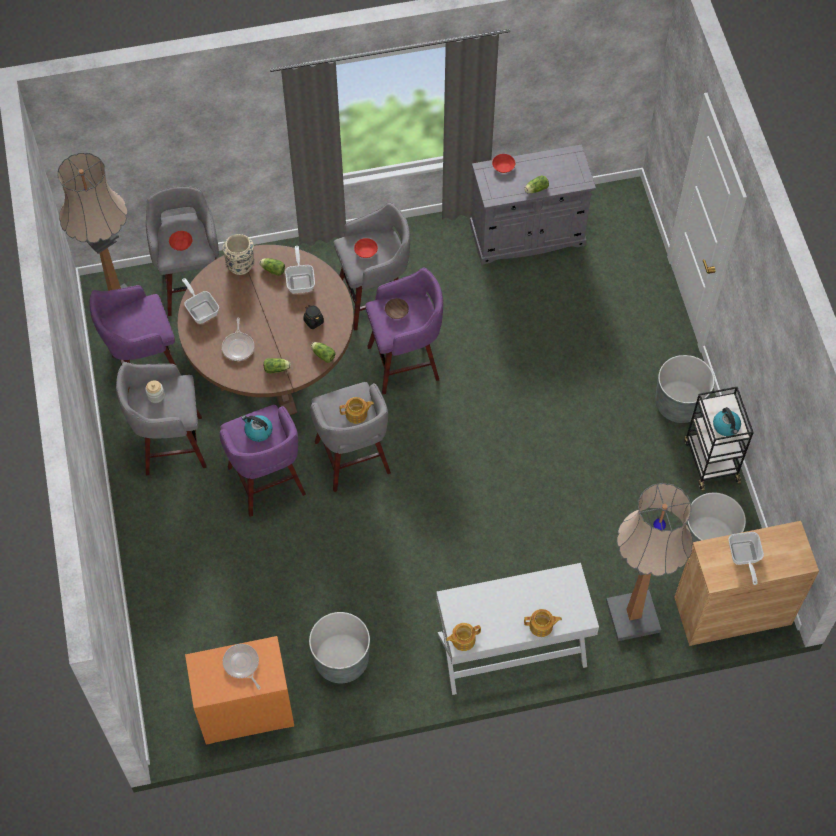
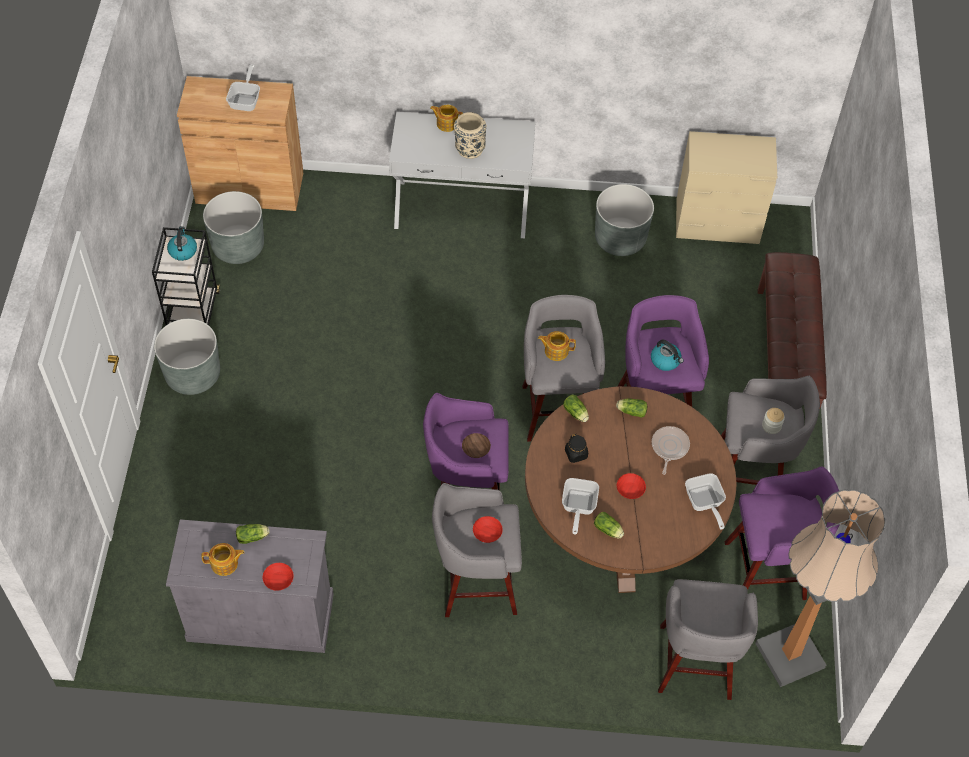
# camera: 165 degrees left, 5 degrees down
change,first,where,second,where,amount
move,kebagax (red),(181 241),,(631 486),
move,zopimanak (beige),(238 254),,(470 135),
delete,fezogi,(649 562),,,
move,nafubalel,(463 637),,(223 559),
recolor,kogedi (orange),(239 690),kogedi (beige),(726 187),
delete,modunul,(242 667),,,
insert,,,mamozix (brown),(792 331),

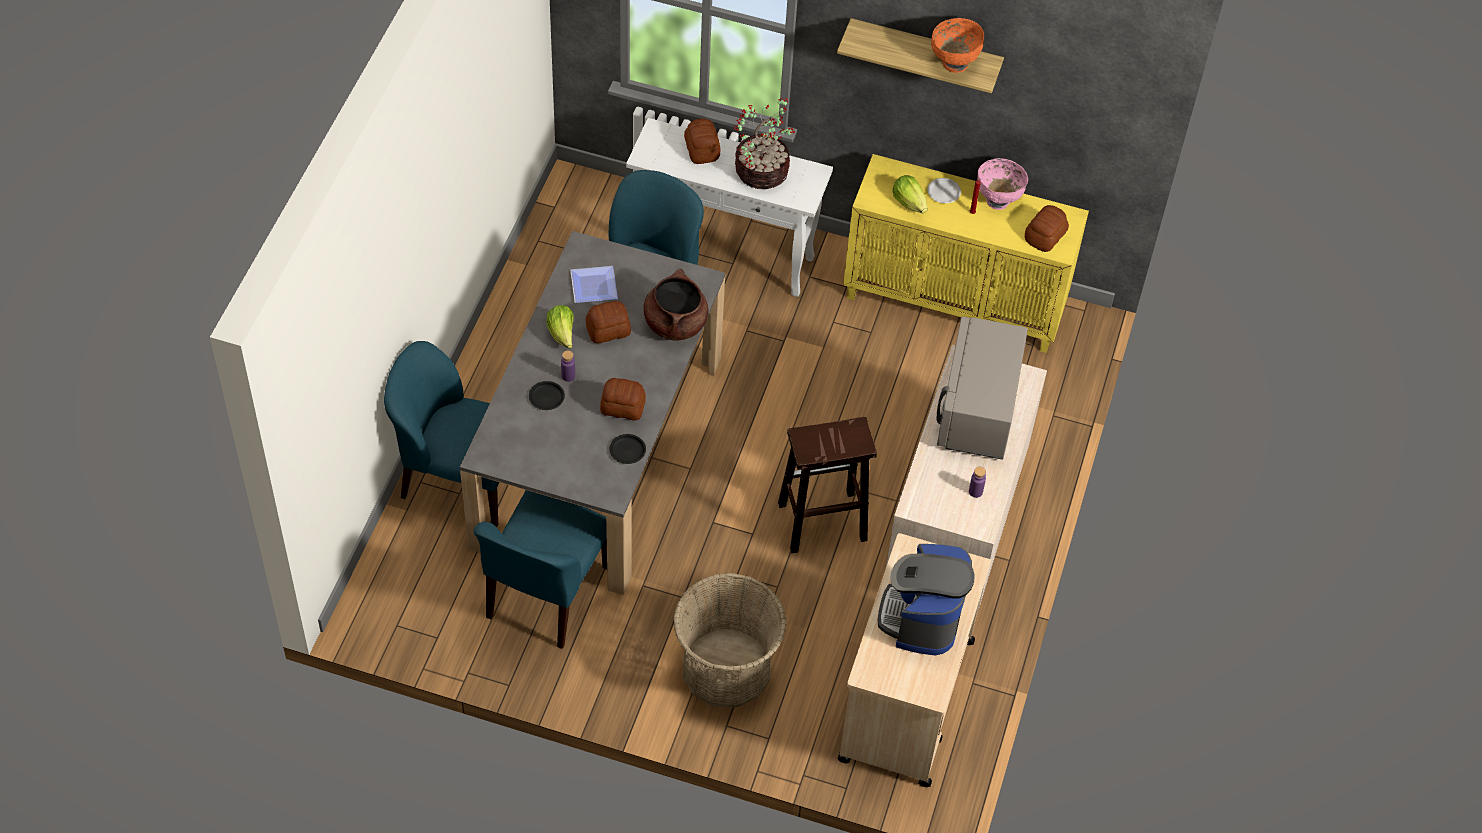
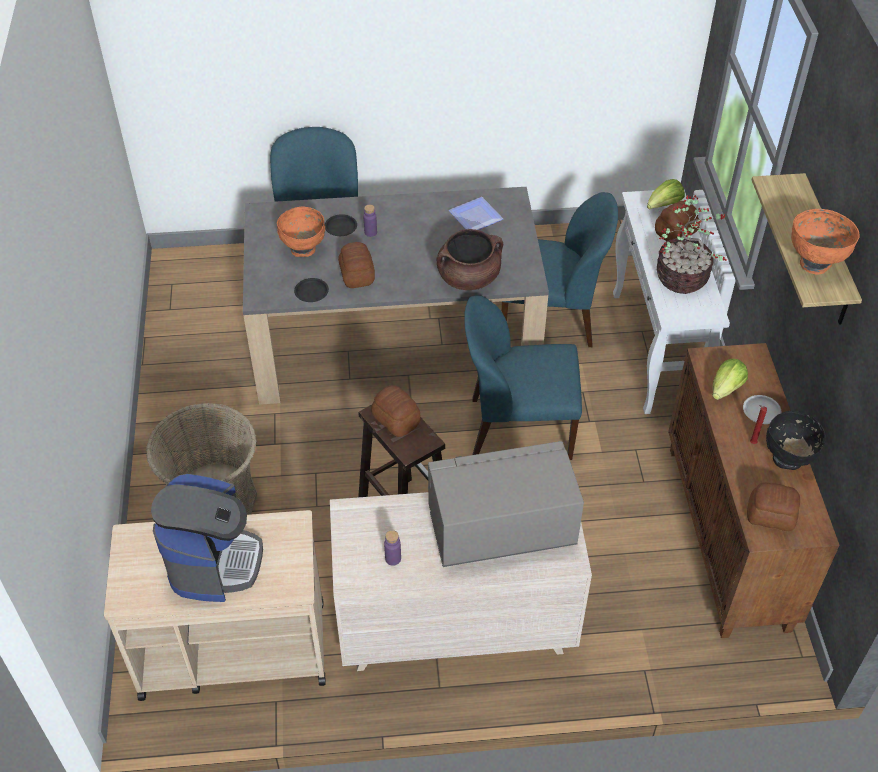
# camera: 70 degrees right, 5 degrees down
change,first,where,second,where,amount
recolor,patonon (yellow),(966 253),patonon (brown),(754 490),
recolor,kebagax (pink),(1002 184),kebagax (black),(795 440),
move,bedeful,(608 322),,(396 411),
move,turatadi,(560 327),,(666 194),
move,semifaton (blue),(540 569),,(523 377),
rotate,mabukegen,(926 599),,(207 538),105 degrees clockwise
insert,,,kebagax (orange),(301 232),

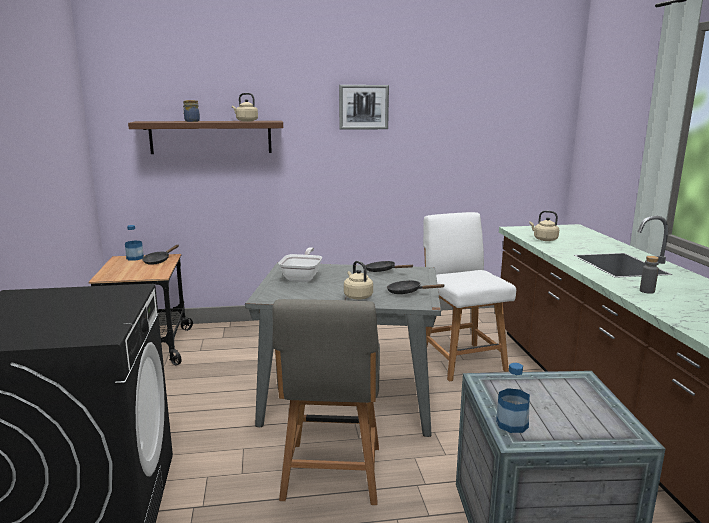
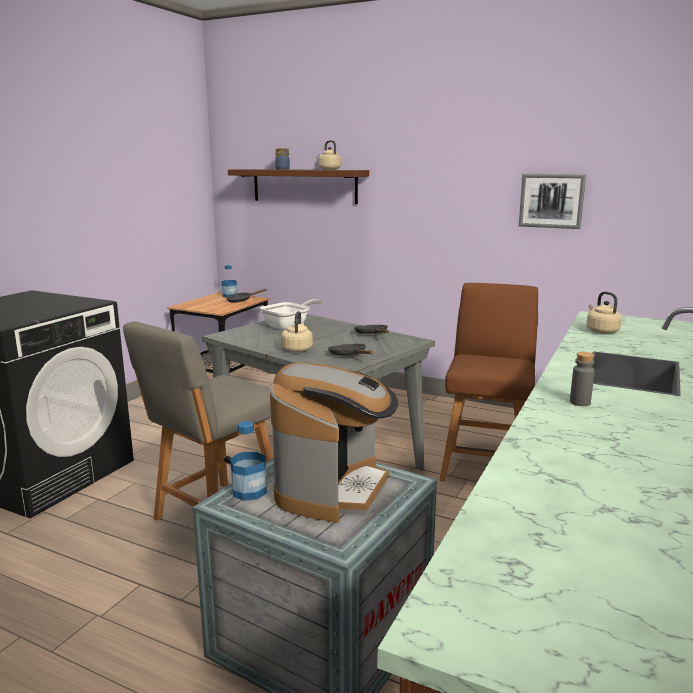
# camera: 35 degrees right, 0 degrees up
change,first,where,second,where,amount
move,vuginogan,(364 107),,(552 201),
recolor,semifaton (white),(469 296),semifaton (brown),(489 382),
insert,,,mabukegen,(334 443),

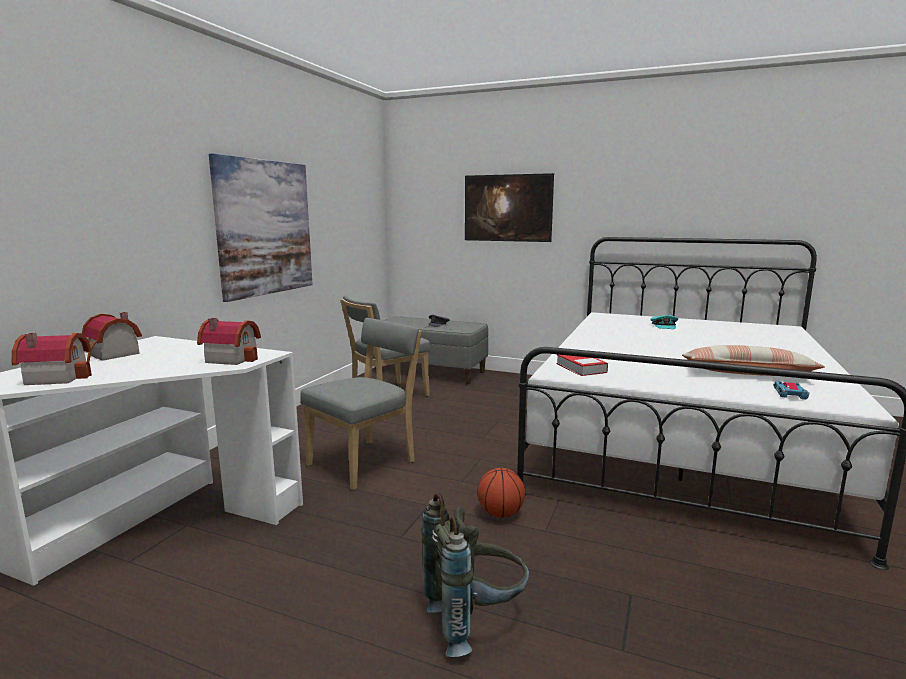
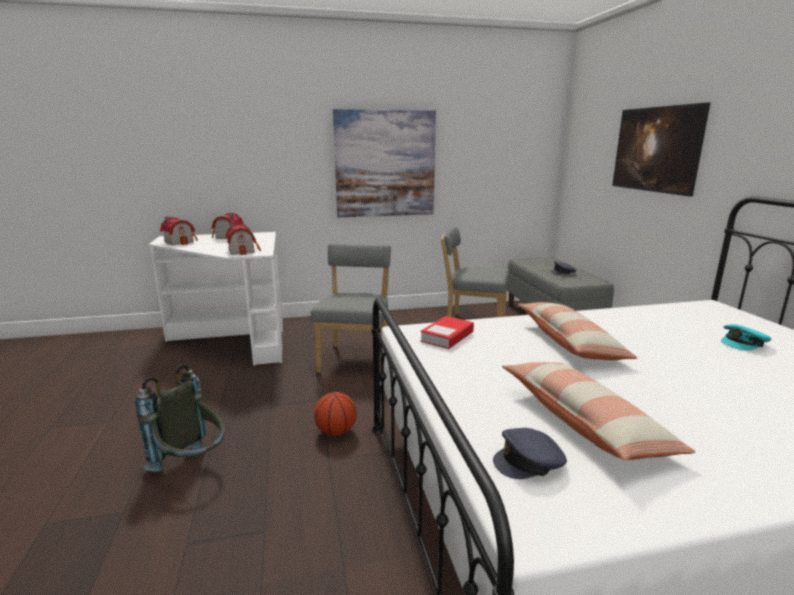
# camera: 55 degrees right, 5 degrees up
change,first,where,second,where,amount
rotate,semifaton (grey),(361 404),,(351 308),90 degrees counterclockwise
replace,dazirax,(791 390),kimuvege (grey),(530 453),
insert,,,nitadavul,(577 331),

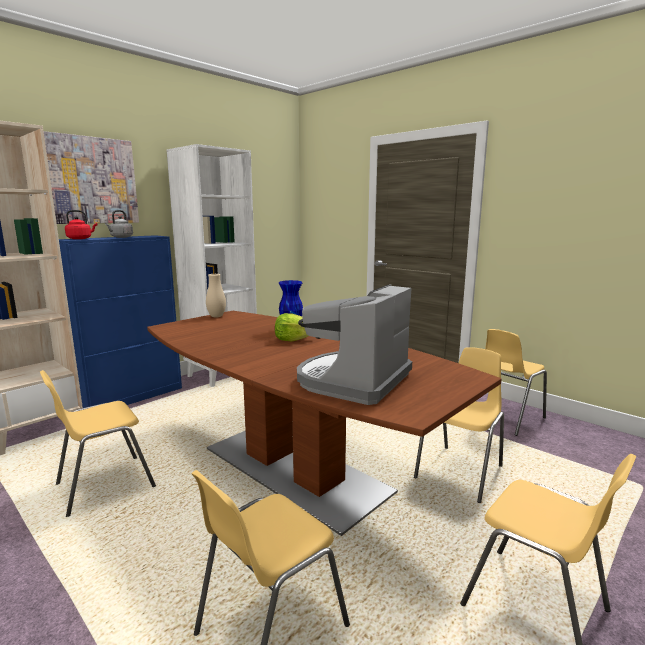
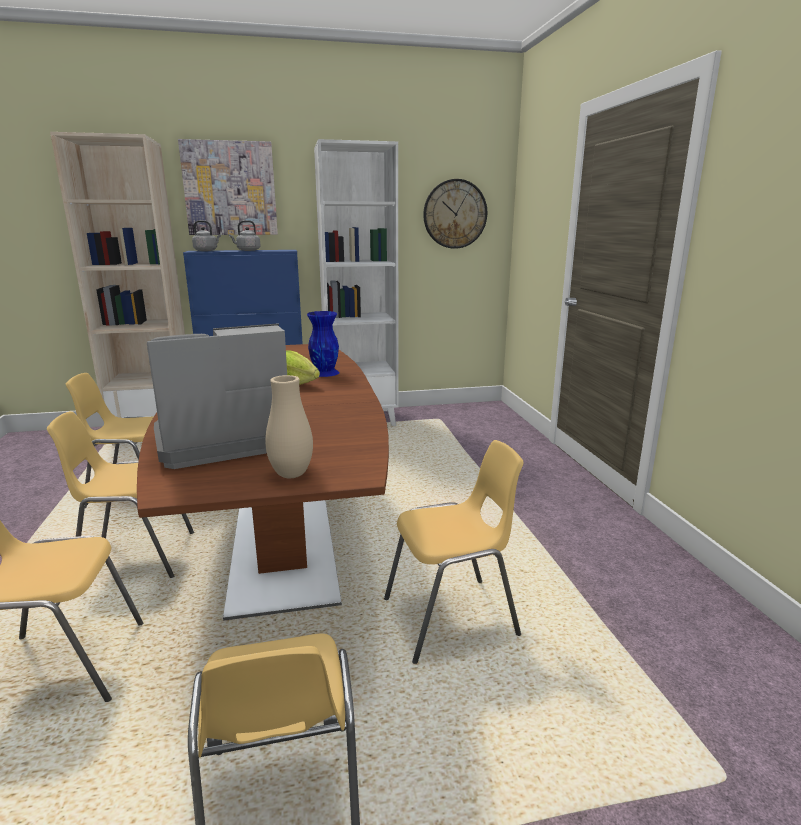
# camera: 35 degrees right, 5 degrees up
change,first,where,second,where,amount
recolor,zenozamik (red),(81 224),zenozamik (grey),(206 235),
move,zopimanak (beige),(216 295),,(289 426),
move,semifaton (yellow),(511 382),,(120 494),
insert,,,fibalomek,(455 214),

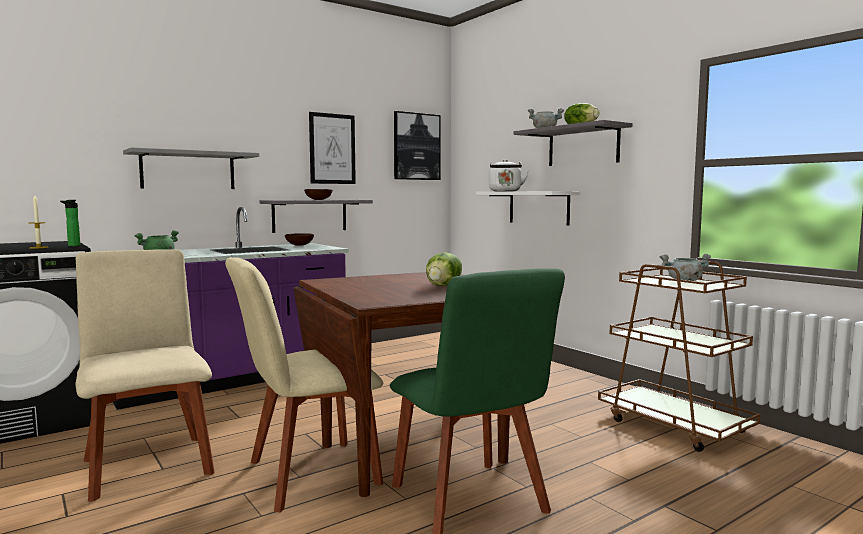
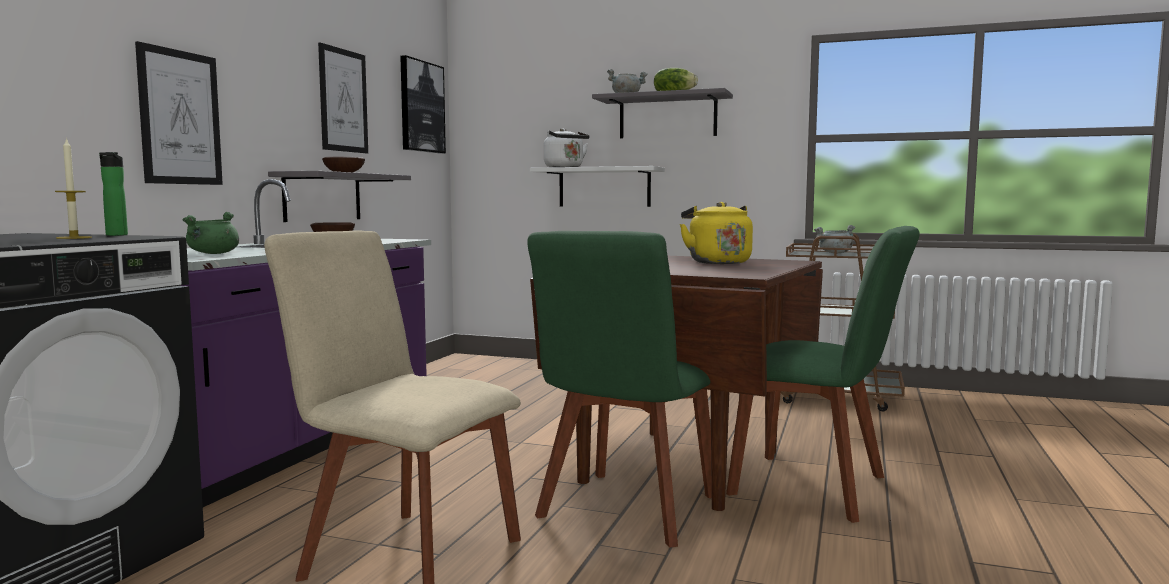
# camera: 35 degrees left, 0 degrees up
change,first,where,second,where,amount
replace,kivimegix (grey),(191 168),vuginogan,(179 113),
replace,turatadi,(444 269),zenozamik (yellow),(716 233),
recolor,semifaton (beige),(304 385),semifaton (green),(619 389),

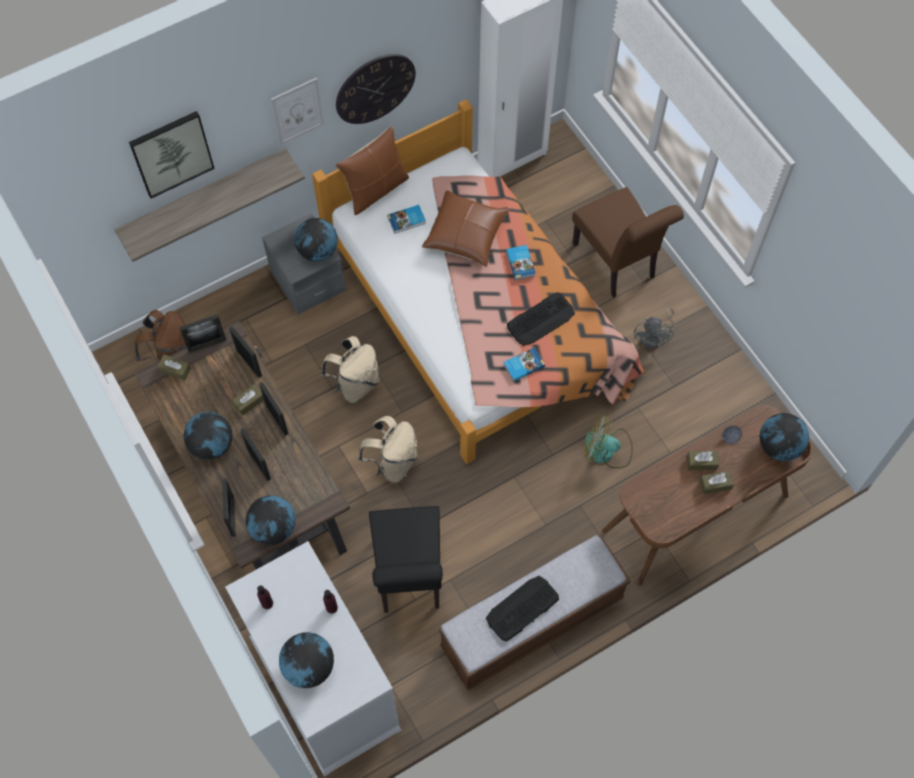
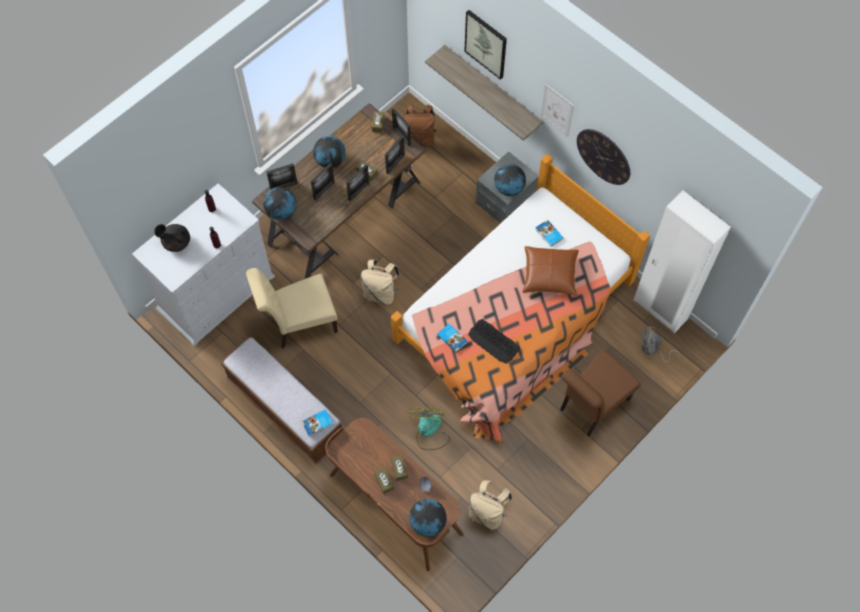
# camera: 75 degrees right, 0 degrees up
change,first,where,second,where,amount
delete,nitadavul (brown),(372 170),,,
move,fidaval,(521 262),,(317 423),
move,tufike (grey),(654 328),,(660 344),
move,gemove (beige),(350 369),,(491 505),
recolor,semifaton (black),(406 559),semifaton (beige),(292 308),
delete,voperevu,(522 609),,,
replace,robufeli,(306 660),nafubalel (black),(172 238),

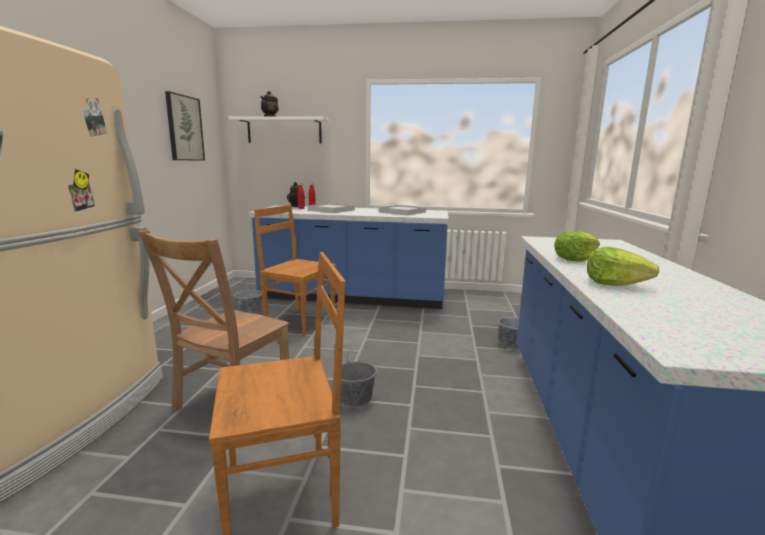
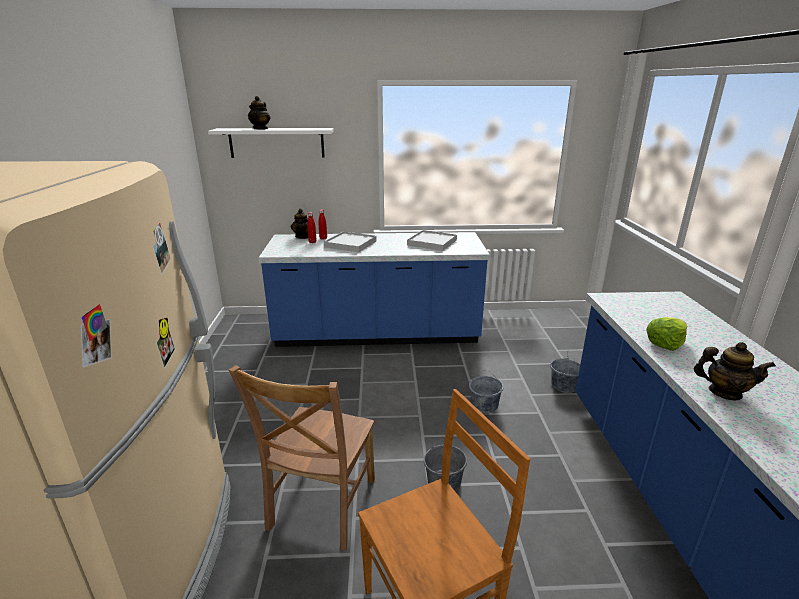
# camera: 10 degrees left, 10 degrees up
change,first,where,second,where,amount
delete,vuginogan,(185 126),,,
delete,semifaton (brown),(295 270),,,
replace,turatadi,(623 266),nafubalel,(735 371),
move,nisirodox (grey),(248 297),,(486 391),

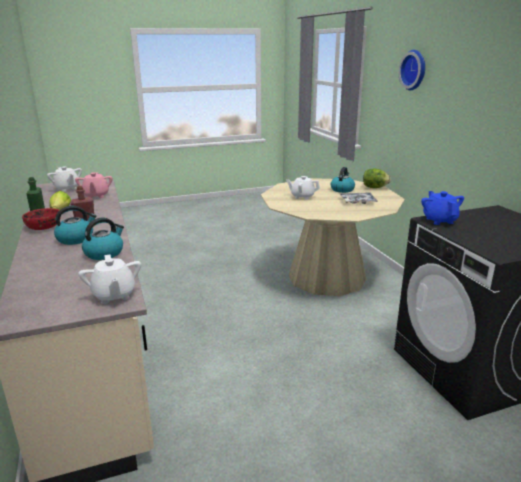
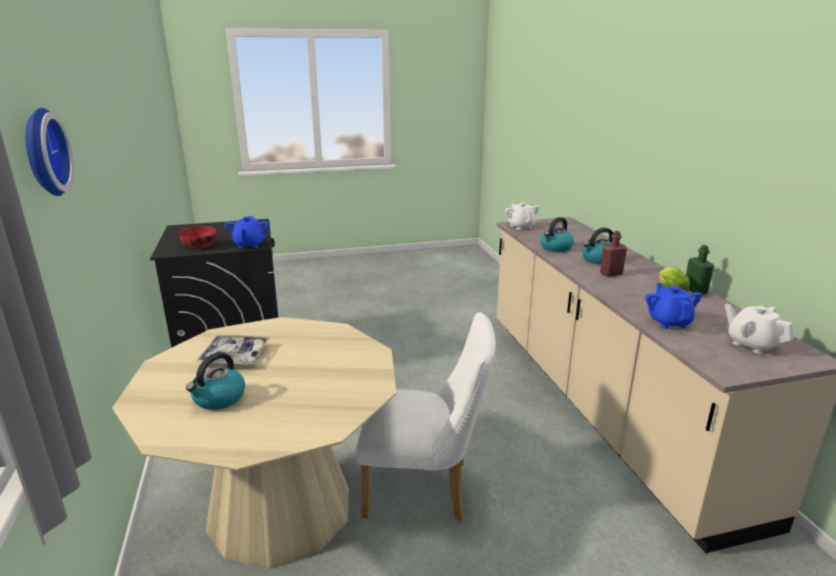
# camera: 175 degrees left, 0 degrees up
change,first,where,second,where,amount
delete,turatadi,(377 178),,,
recolor,nafubalel (pink),(94 185),nafubalel (blue),(673 306),
delete,nafubalel (white),(303 188),,,
move,kebagax (red),(41 219),,(198 237),
insert,,,semifaton (white),(426 416),

